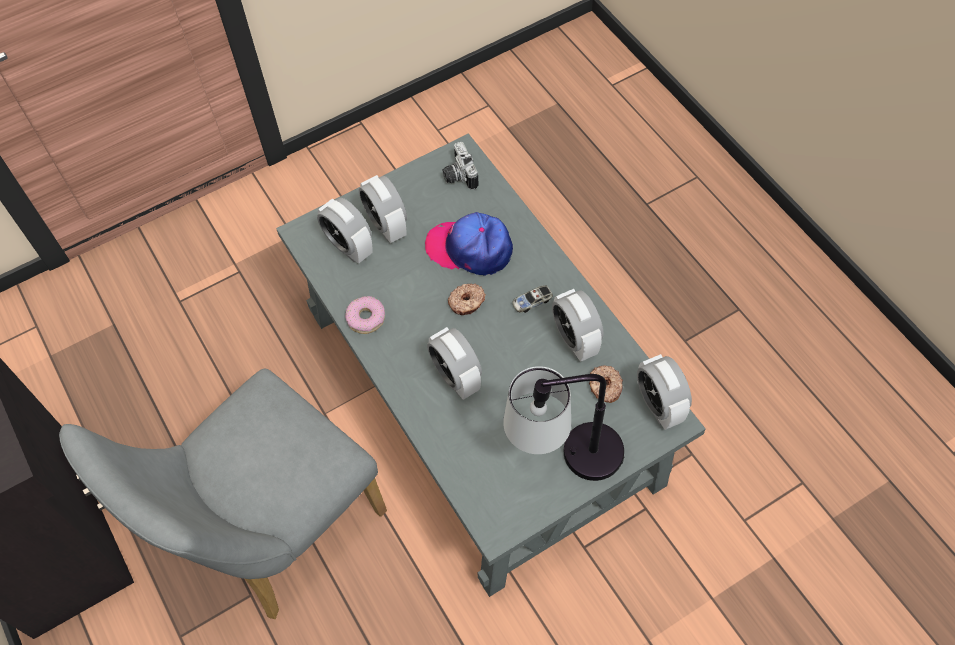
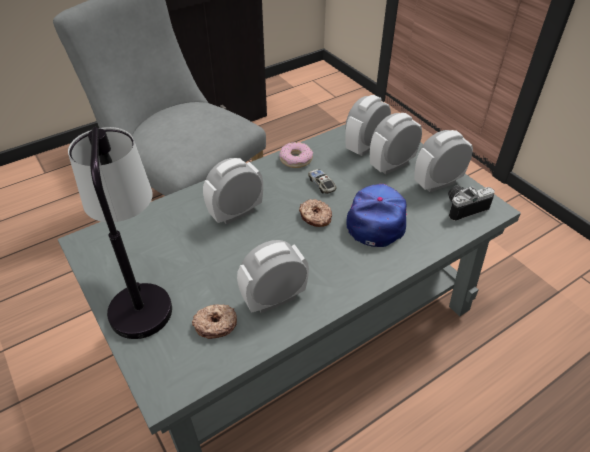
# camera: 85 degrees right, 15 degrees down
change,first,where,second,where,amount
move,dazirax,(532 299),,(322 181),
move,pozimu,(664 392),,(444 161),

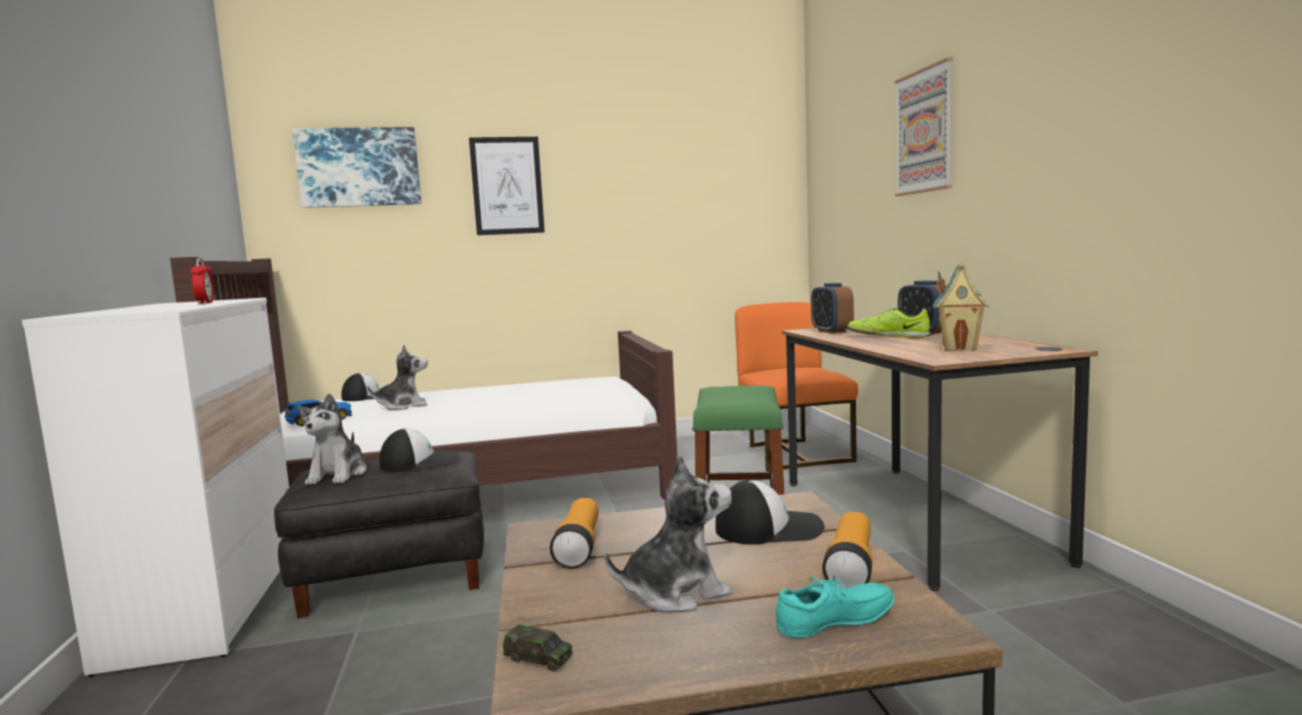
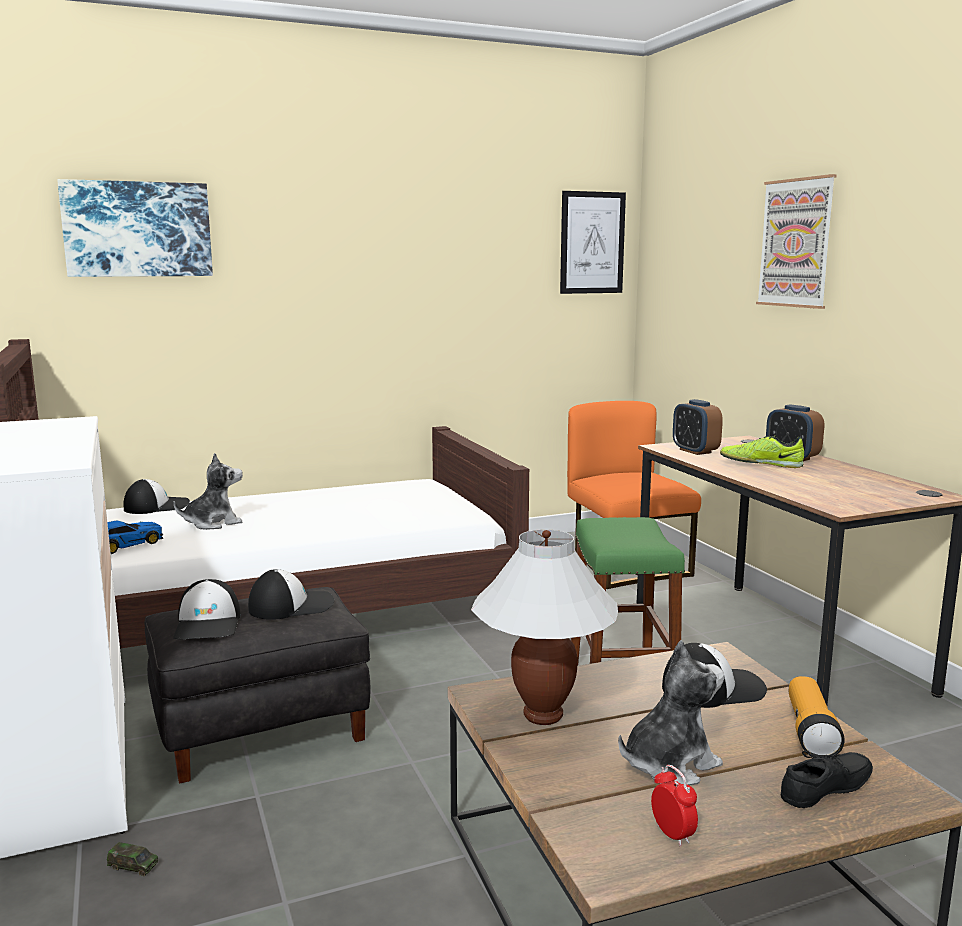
# camera: 10 degrees left, 5 degrees up
change,first,where,second,where,amount
move,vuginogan,(507 186),,(593 242),
move,pozimu,(202 281),,(674 806),
delete,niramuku,(960 306),,,
replace,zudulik,(332 439),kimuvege,(207 609),
replace,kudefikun,(574 533),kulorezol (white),(544 627),
recolor,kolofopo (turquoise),(835 606),kolofopo (black),(827 779),
move,dazirax,(538 648),,(132 859),

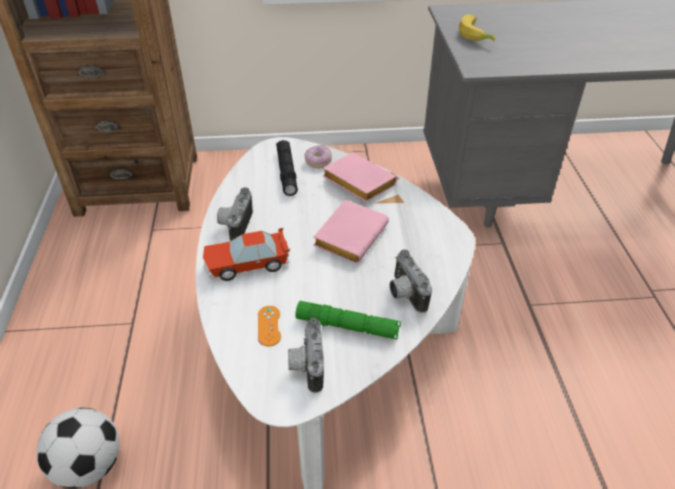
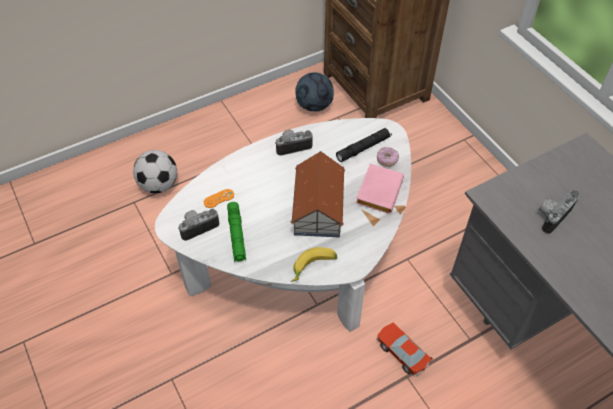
# camera: 65 degrees right, 10 degrees up
change,first,where,second,where,amount
move,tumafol,(477 27),,(314 264),
replace,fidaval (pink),(351 231),niramuku,(318 194),
move,dazirax,(246 254),,(404 349),
move,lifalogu,(410 281),,(559 212),
insert,,,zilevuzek,(314 91),

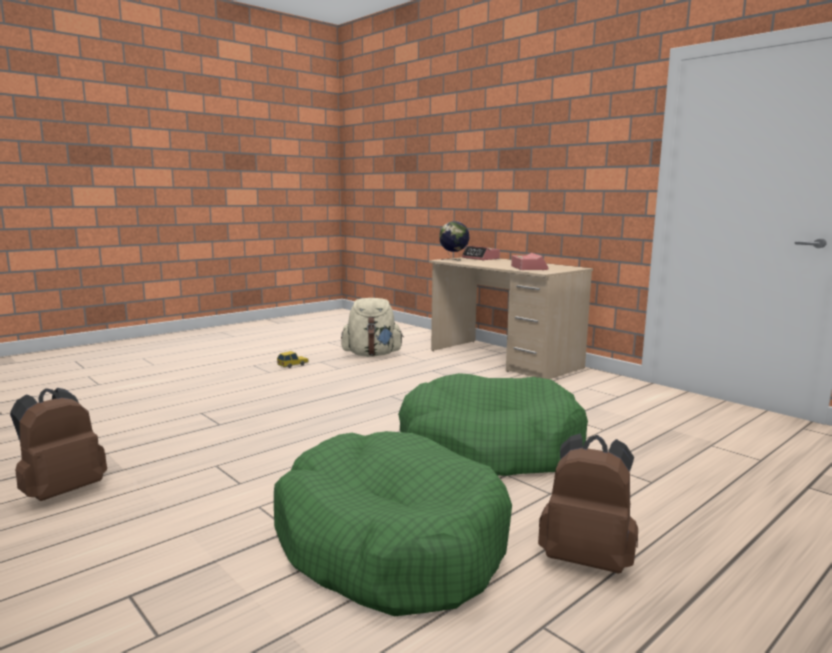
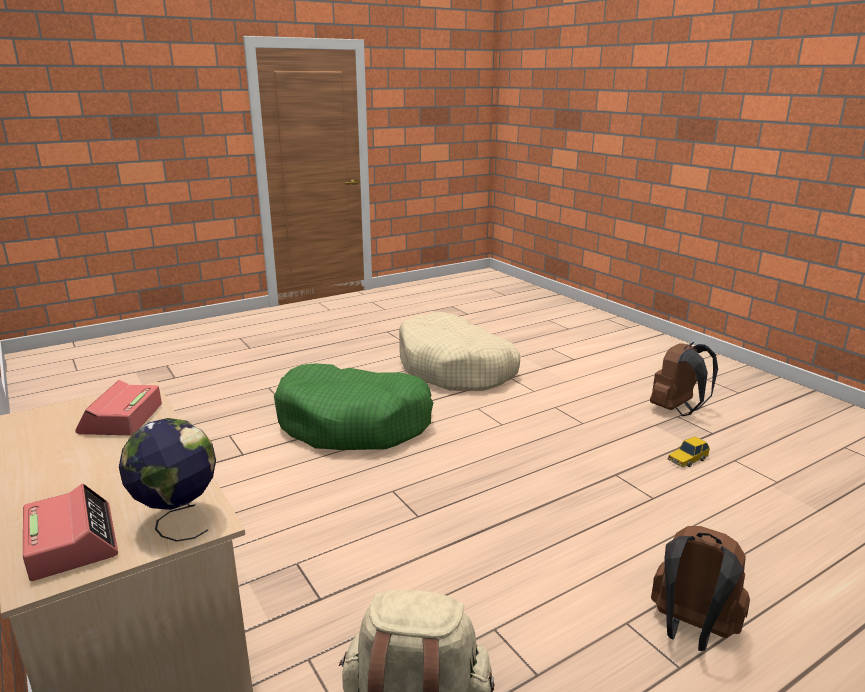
# camera: 170 degrees left, 10 degrees up
change,first,where,second,where,amount
move,dazirax,(292 359),,(689 452),
recolor,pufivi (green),(393 523),pufivi (beige),(459 351),
move,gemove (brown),(588 503),,(700 588),

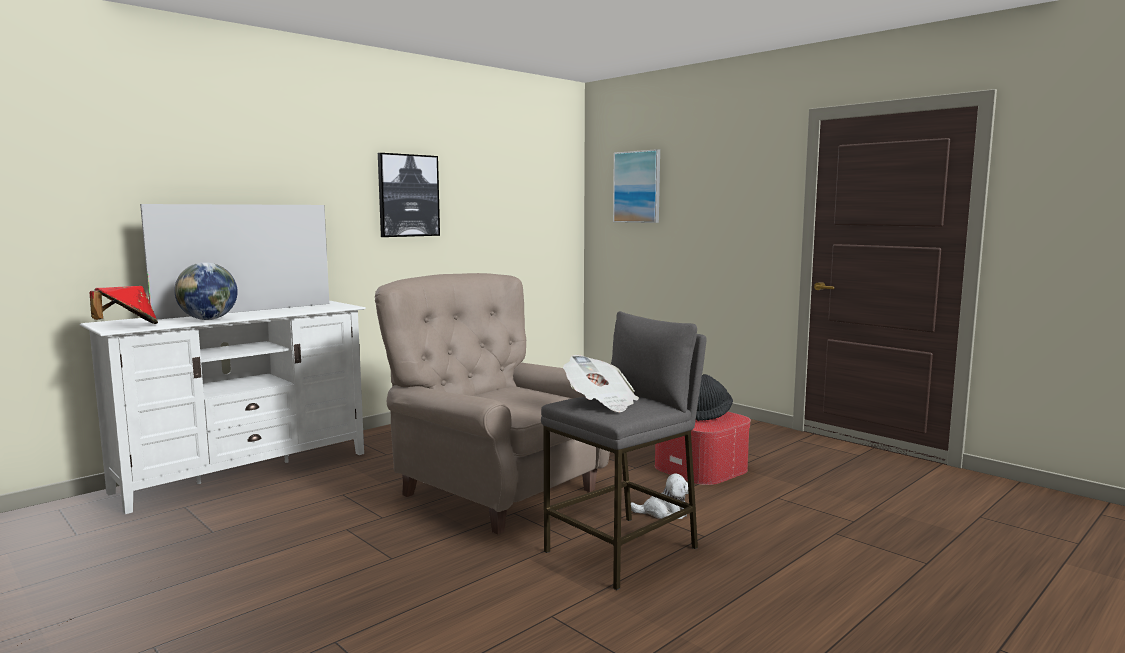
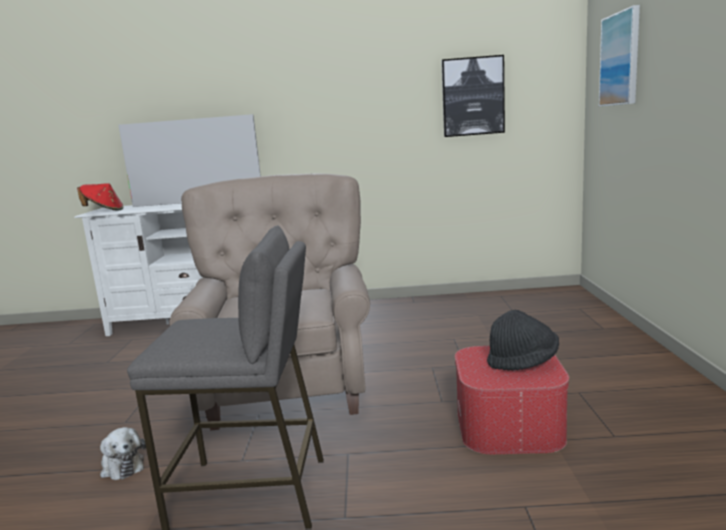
# camera: 45 degrees right, 5 degrees up
change,first,where,second,where,amount
move,vuginogan,(409 195),,(473 96),
delete,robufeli,(206 291),,,
delete,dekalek,(601 383),,,
move,zudulik,(660 496),,(123 453),

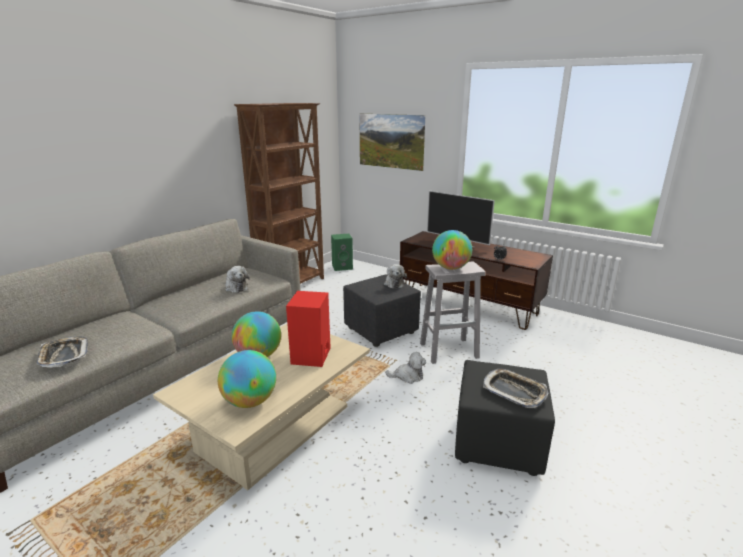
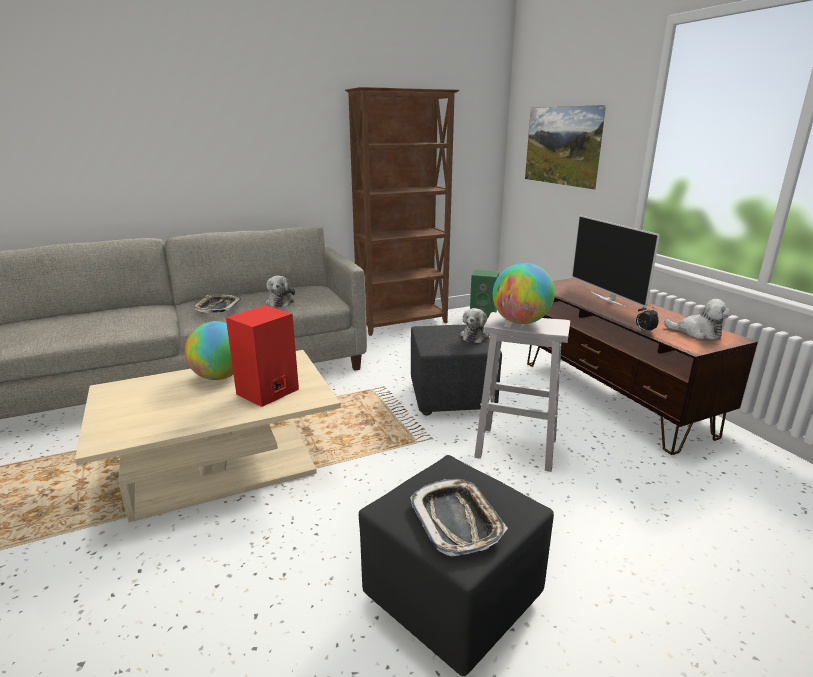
# camera: 30 degrees right, 0 degrees up
change,first,where,second,where,amount
move,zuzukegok,(62 352),,(217 304),
delete,robufeli,(247 379),,,
move,zudulik,(405 368),,(697 319),

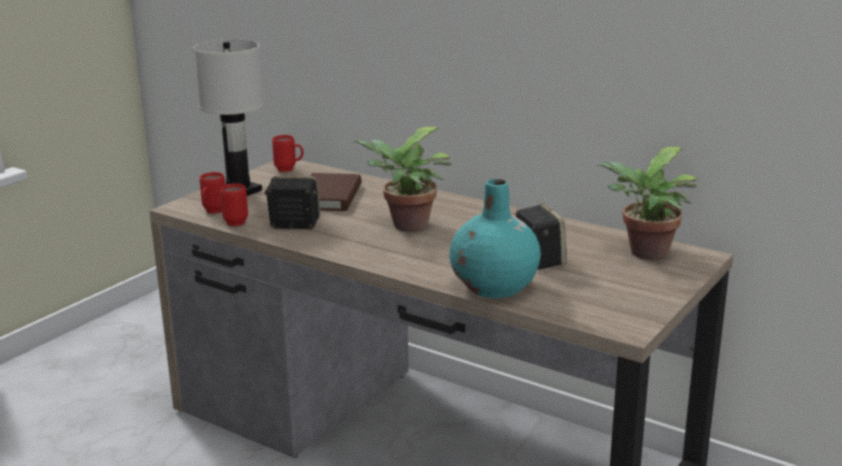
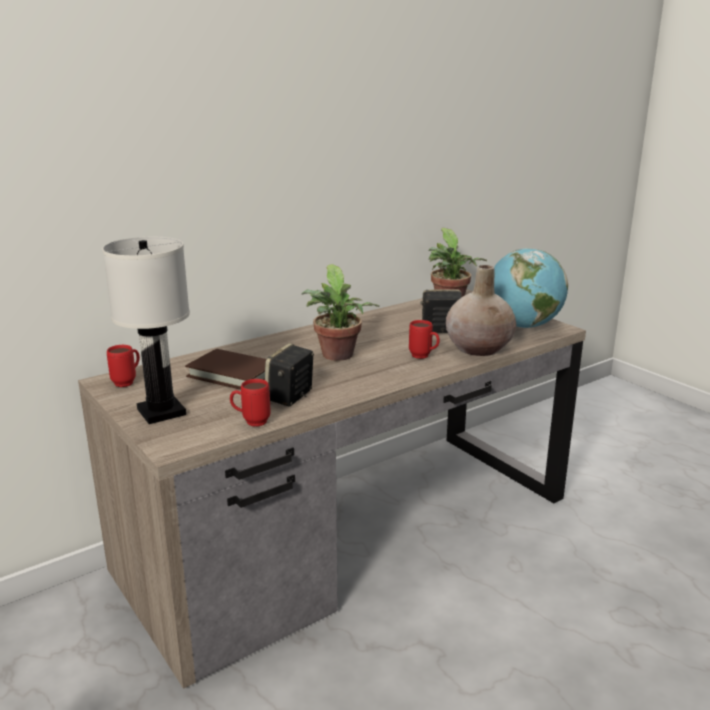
# camera: 70 degrees left, 0 degrees up
change,first,where,second,where,amount
move,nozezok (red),(212 193),,(424 339),
recolor,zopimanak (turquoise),(495 238),zopimanak (beige),(481 310),
insert,,,robufeli,(531 288),

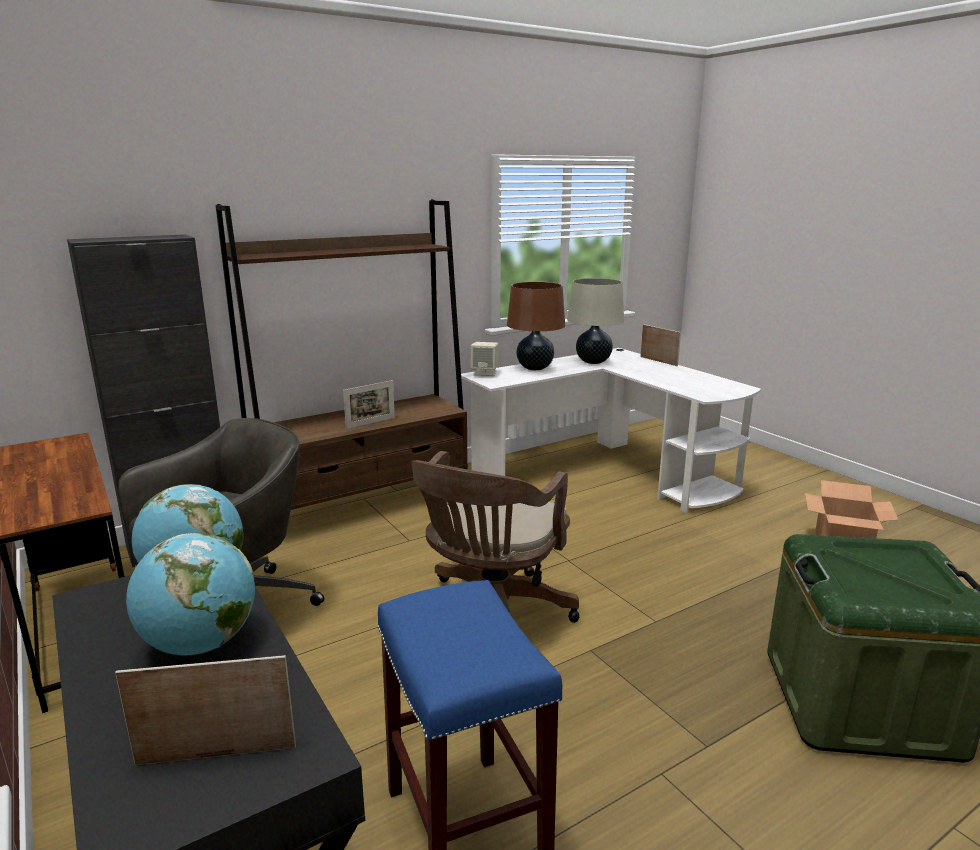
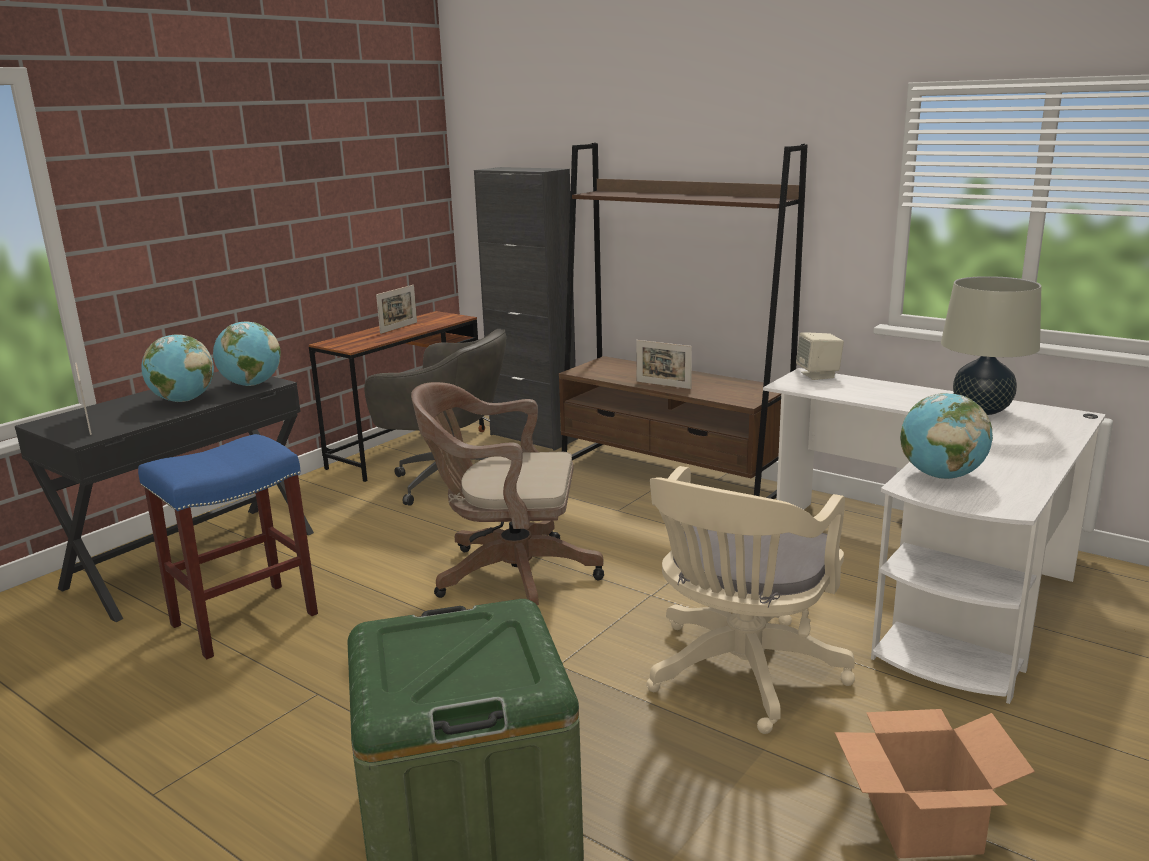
# camera: 70 degrees right, 0 degrees up
change,first,where,second,where,amount
delete,kulorezol (brown),(536 325),,,
move,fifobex,(660 345),,(396 309),
insert,,,robufeli,(946 436),
insert,,,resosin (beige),(750 600),

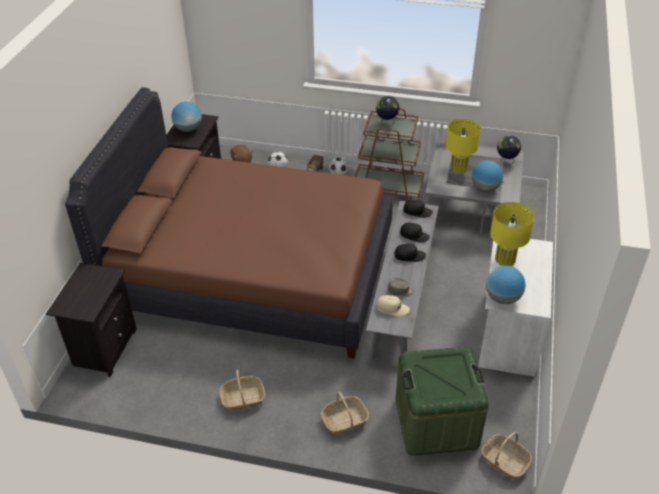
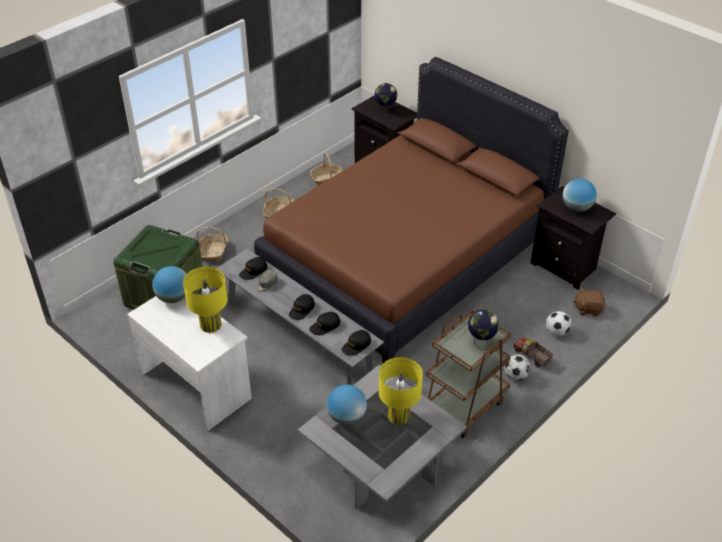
# camera: 120 degrees right, 0 degrees up
change,first,where,second,where,amount
move,robufeli,(509 150),,(386 99),
recolor,kimuvege (beige),(393 306),kimuvege (black),(253 268),
move,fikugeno,(506 455),,(326 169),

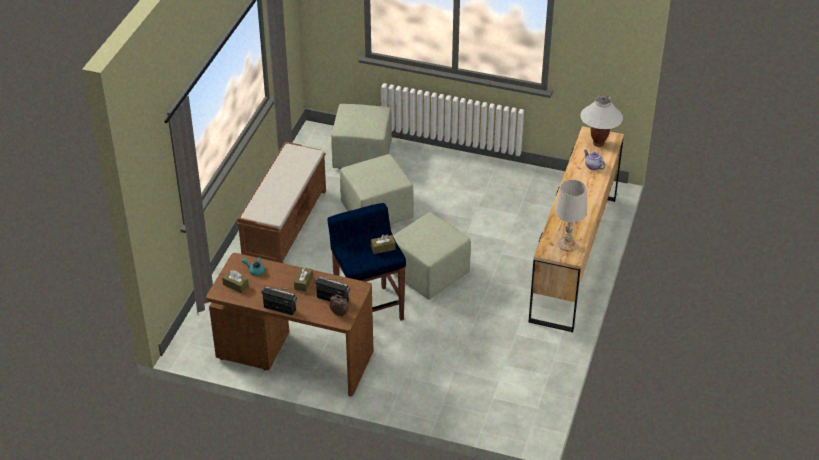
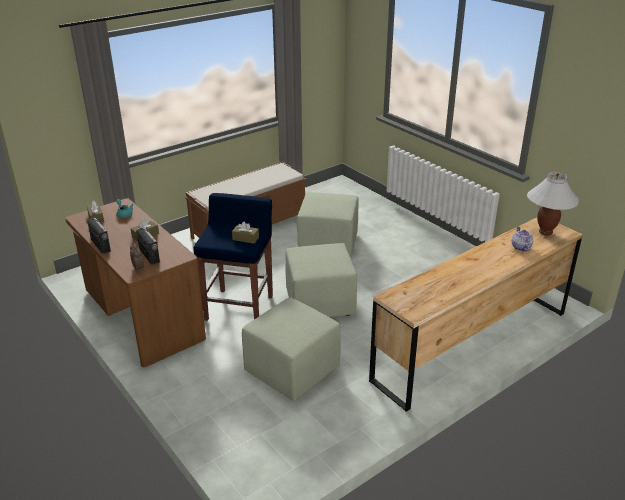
# camera: 35 degrees right, 10 degrees down
change,first,where,second,where,amount
move,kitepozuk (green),(361 136),,(291 349),
delete,kulorezol (white),(571 215),,,

